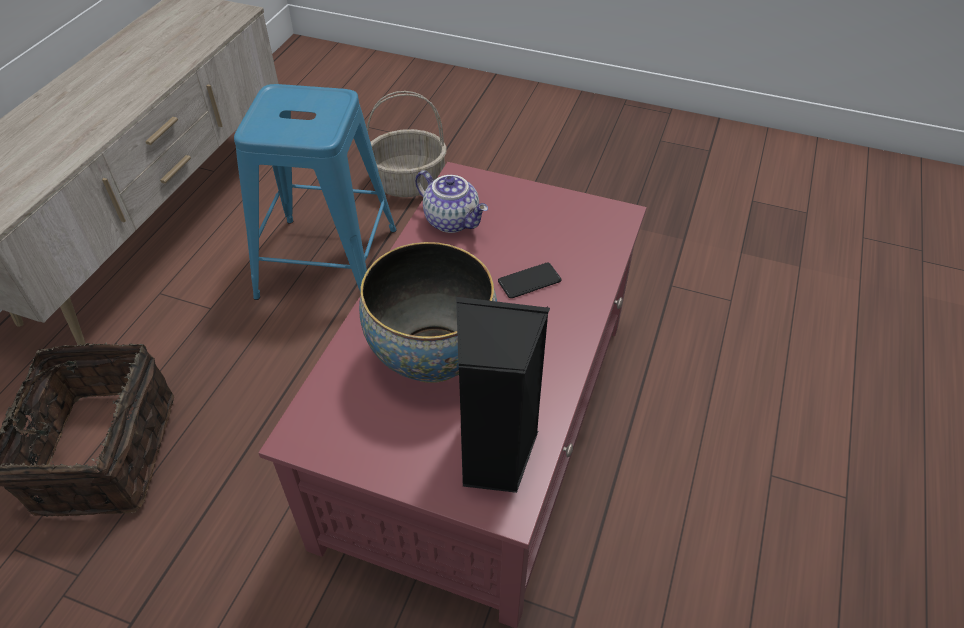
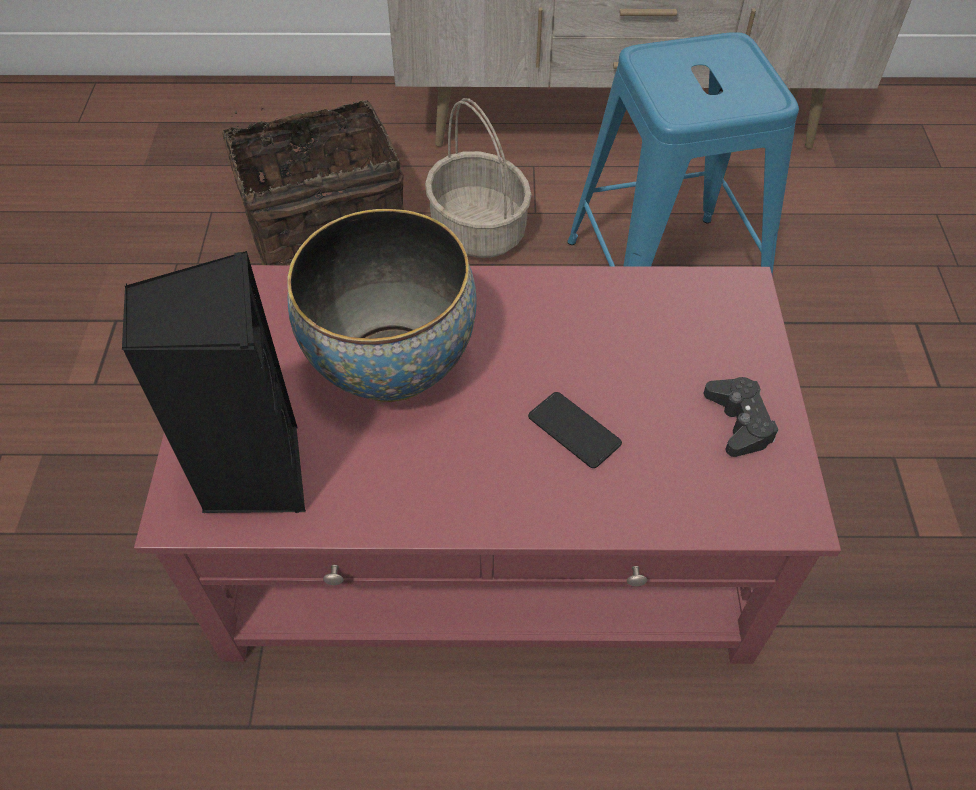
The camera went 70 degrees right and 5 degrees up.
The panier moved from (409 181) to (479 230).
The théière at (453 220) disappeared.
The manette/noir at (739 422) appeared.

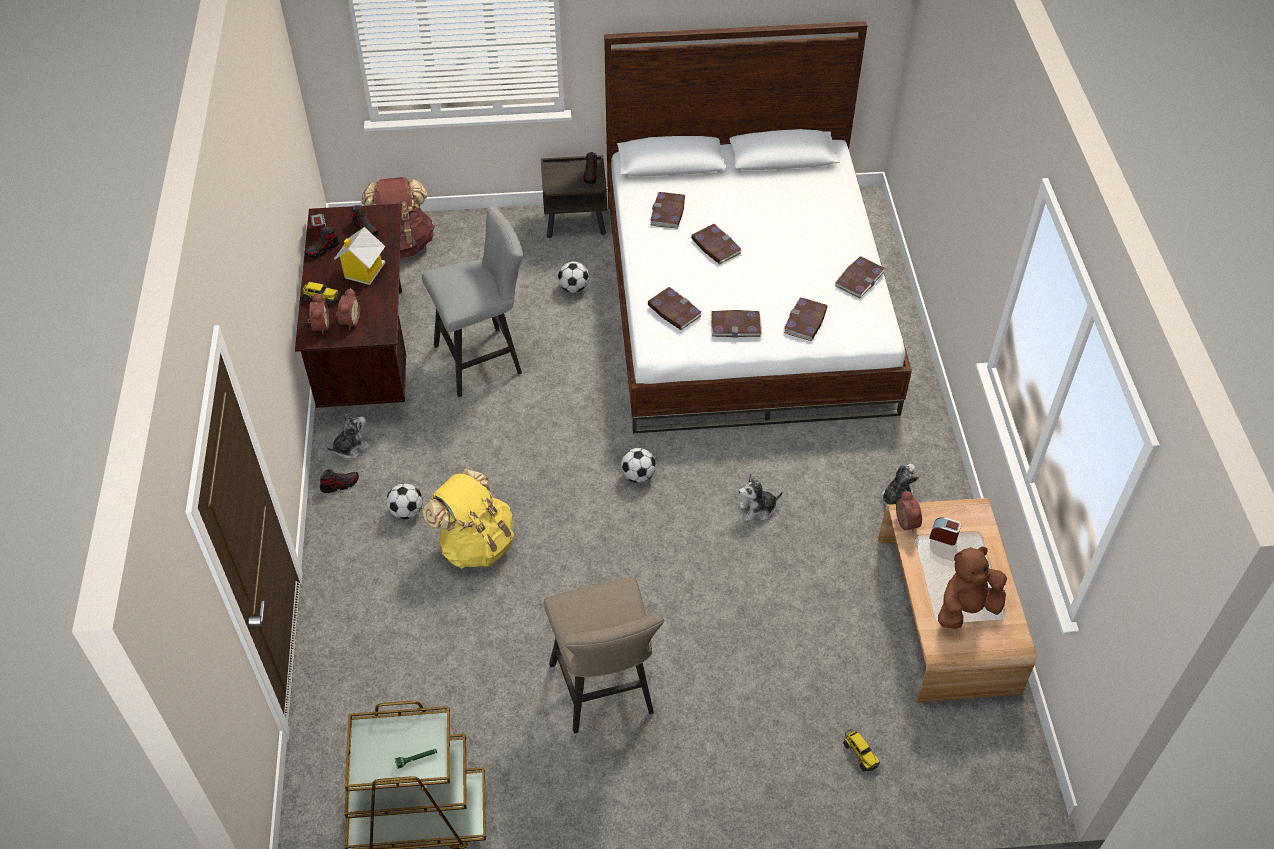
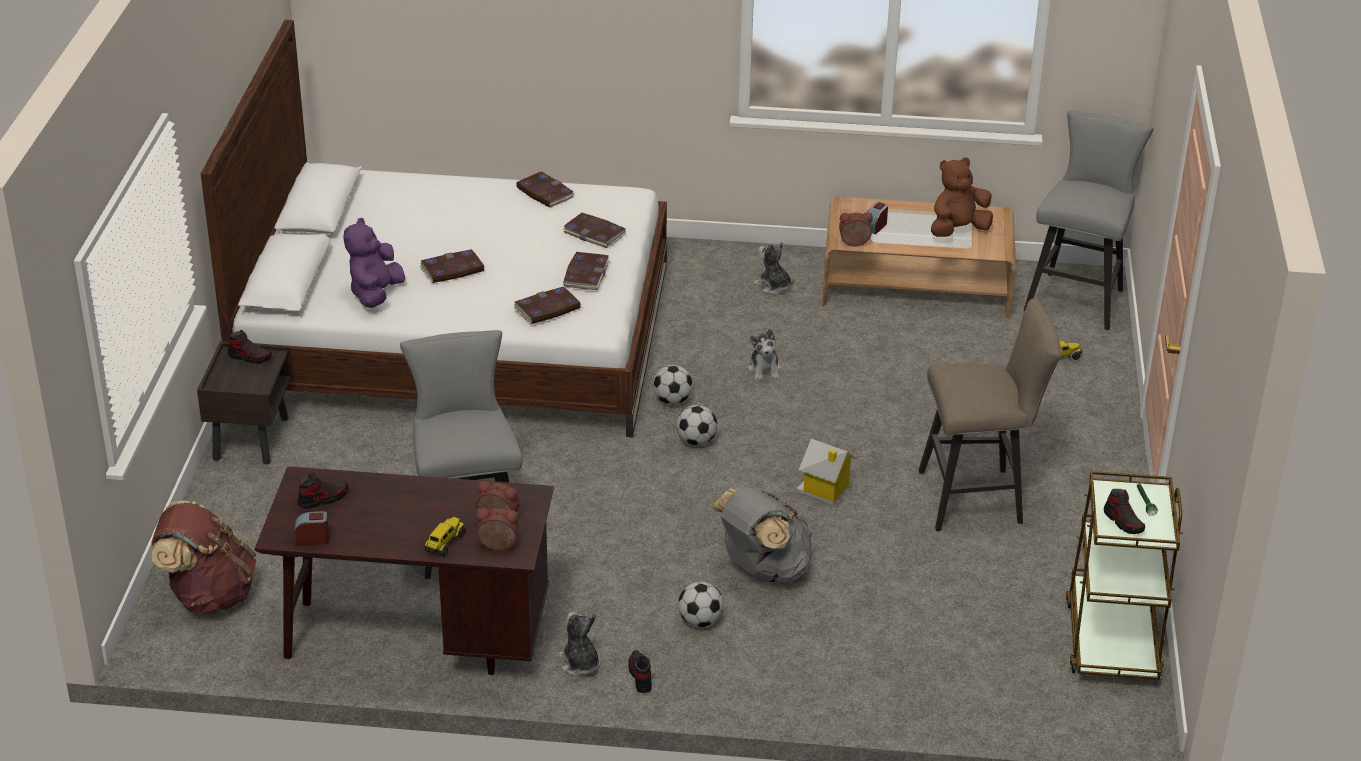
The camera went 80 degrees left and 15 degrees down.
The livre at (668 212) was replaced by the peluche/violet at (375 294).
The chaussure moved from (322 249) to (1123 522).
The maison miniature moved from (363 271) to (824 490).
The ballon de foot moved from (574 288) to (672 400).
The sac à dos/jaune at (476 544) became the sac à dos/gris at (763 569).
The peluche/marron at (966 608) turned 75 degrees clockwise.
The tabouret/gris at (1078 297) appeared.

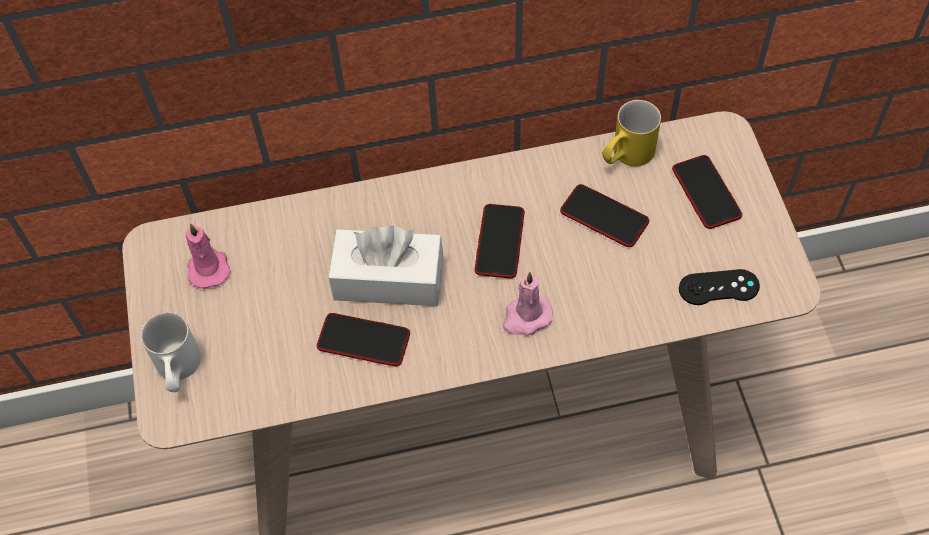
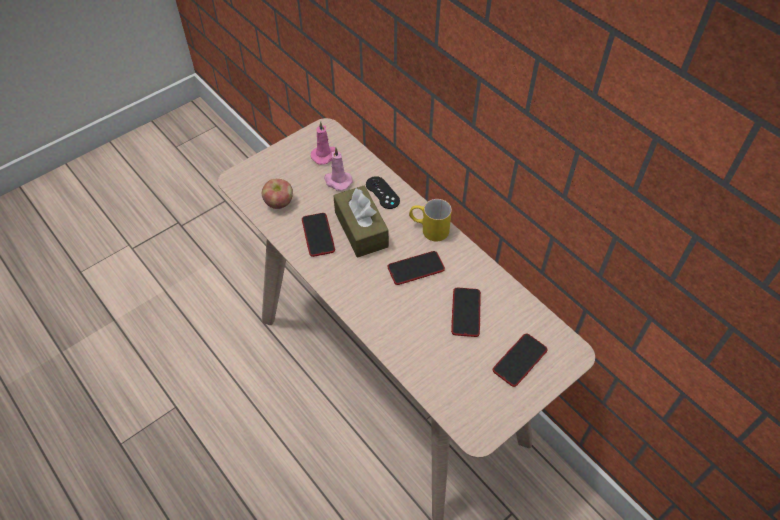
The camera went 60 degrees right and 5 degrees down.
The mug/jaune moved from (626 156) to (428 229).
The boîte à mouchoirs/blanc at (388 279) became the boîte à mouchoirs/marron at (361 229).
The manette/noir moved from (719 287) to (382 193).
The bougie/rose moved from (526 317) to (337 181).
The mug/blanc at (178 371) disappeared.
The pomme at (279 203) appeared.

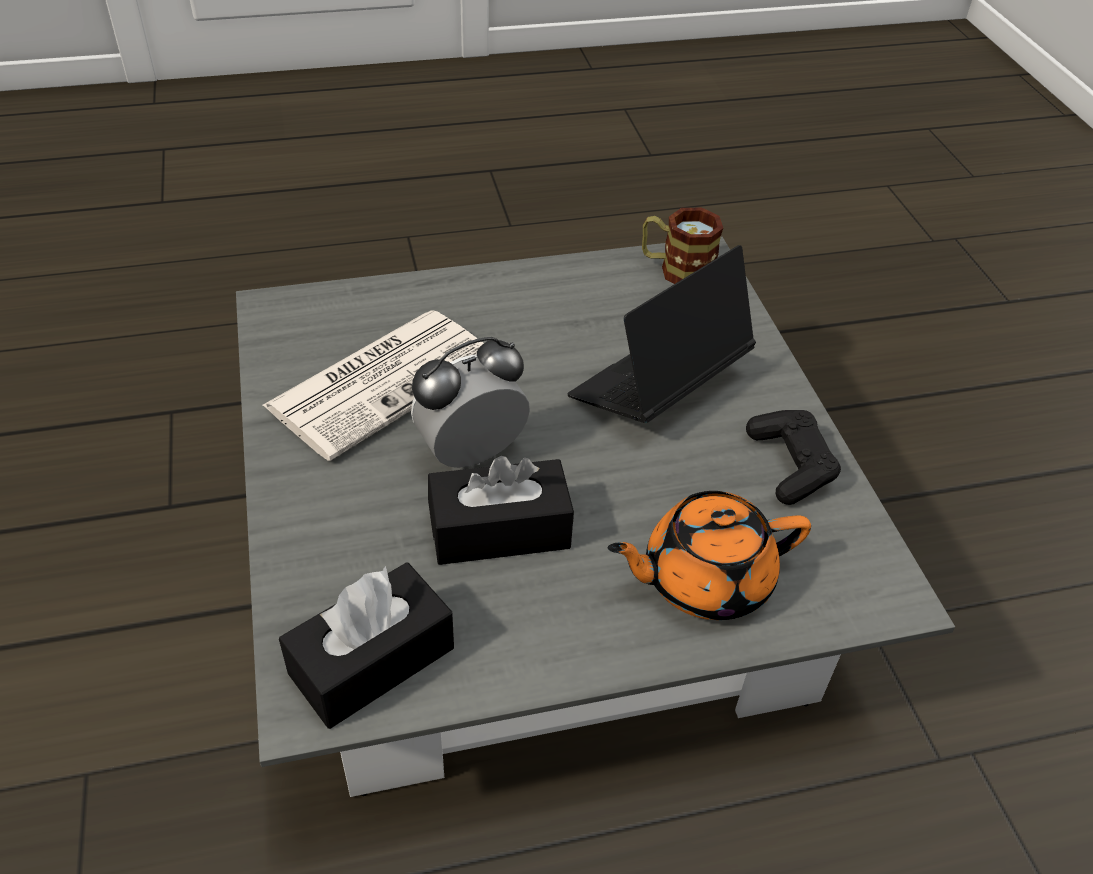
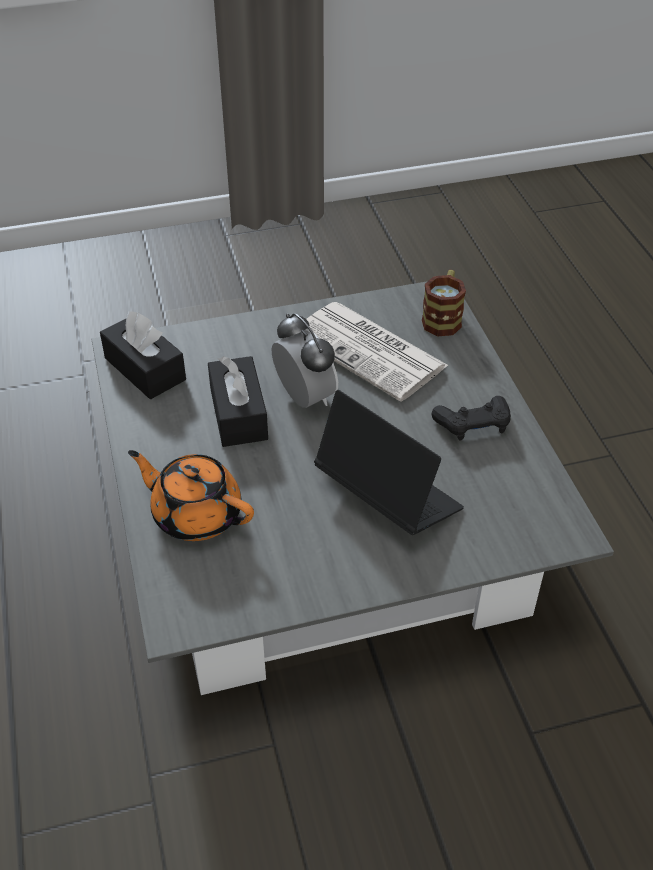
The camera went 90 degrees right and 0 degrees up.
The mug moved from (676 269) to (443 318).
The manette/noir moved from (790 465) to (473 425).
The théière/orange at (704 579) turned 45 degrees counterclockwise.

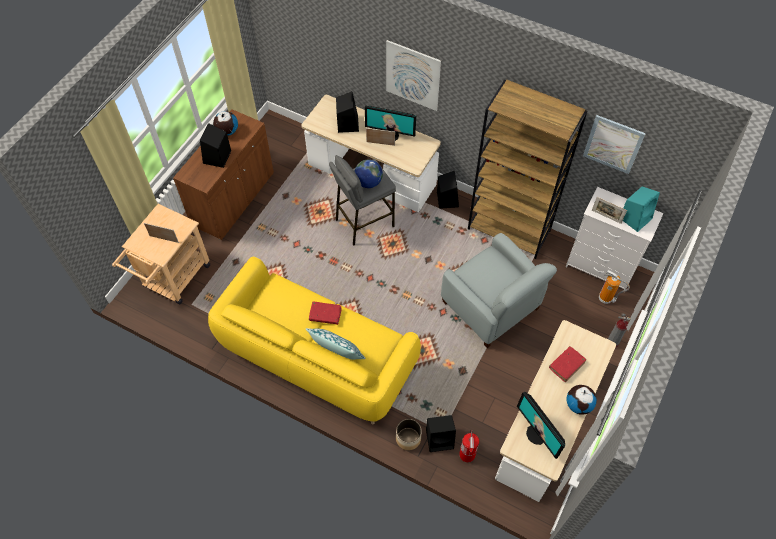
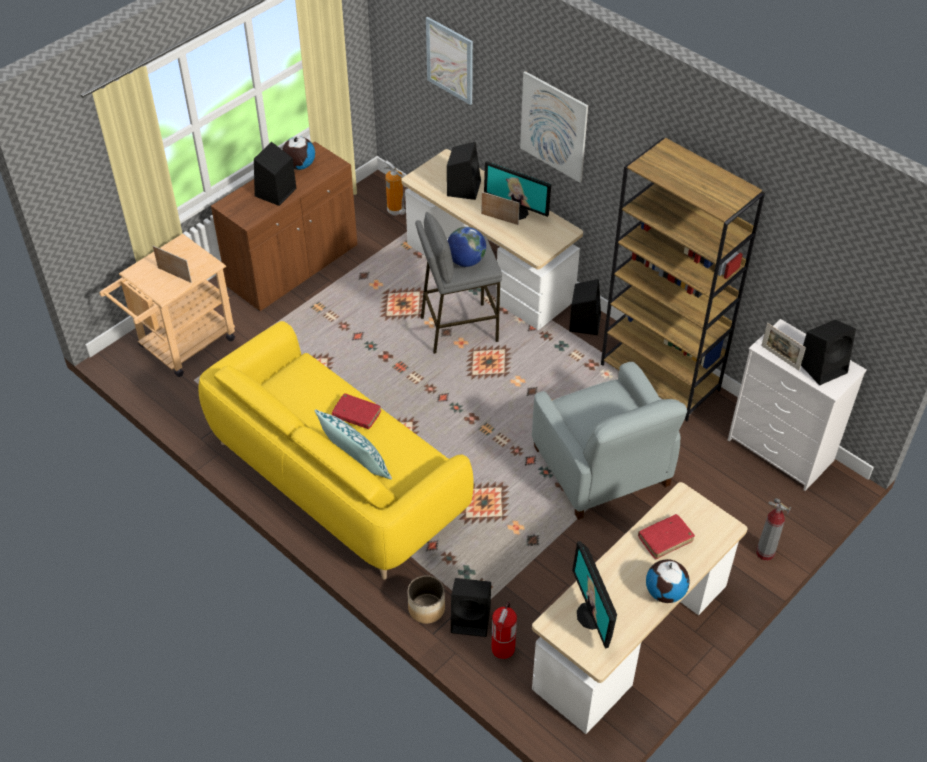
The camera went 15 degrees right and 10 degrees down.
The tableau moved from (613 144) to (450 60).
The enceinte/turquoise at (635 217) became the enceinte/noir at (823 367).
The extincteur moved from (606 299) to (396 211).

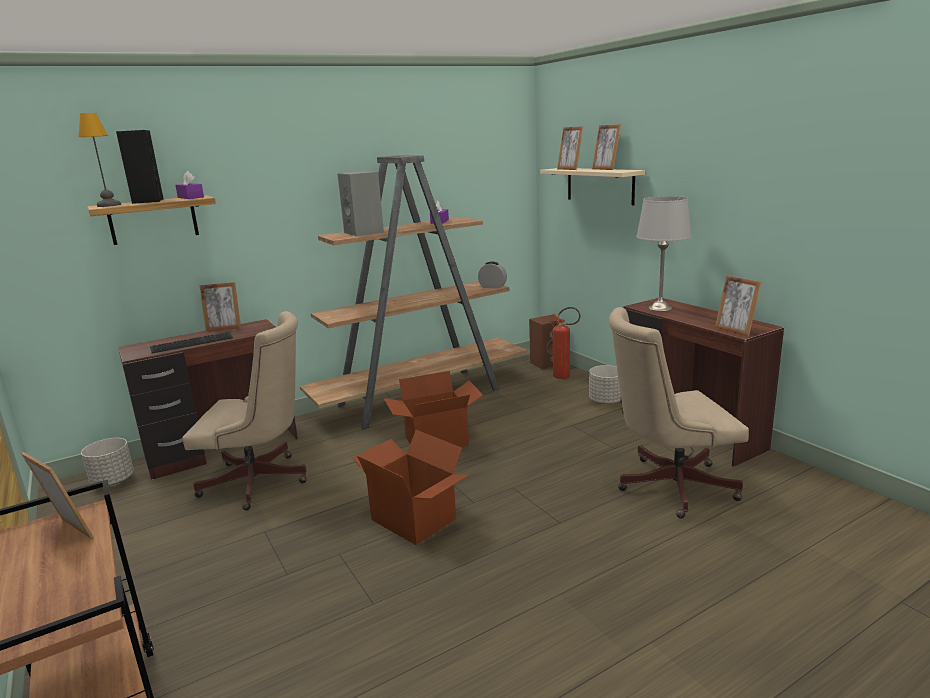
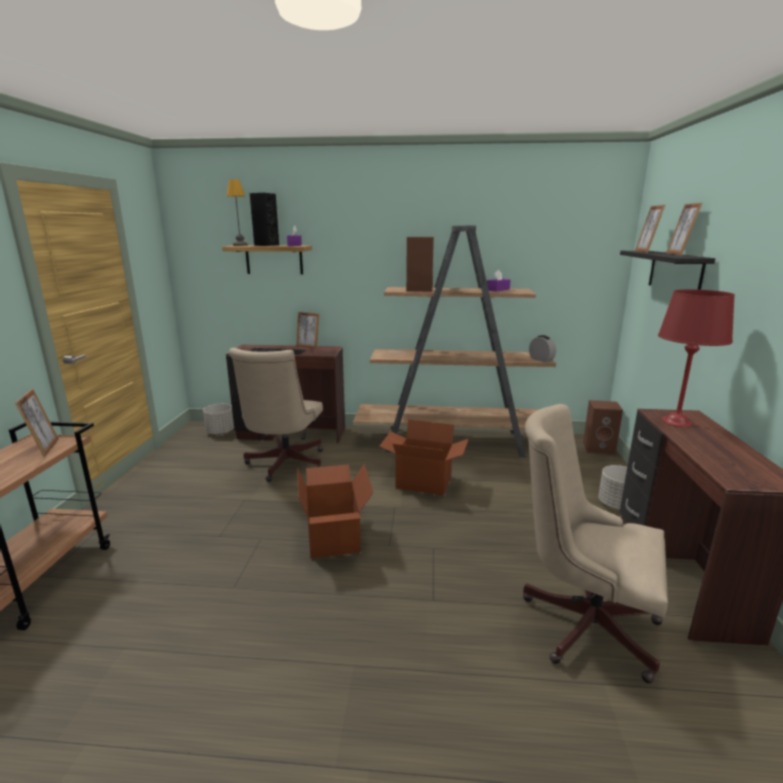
The camera went 35 degrees right and 0 degrees up.
The étagère/beige at (599 185) became the étagère/noir at (675 272).
The enceinte/gris at (365 232) became the enceinte/marron at (420 289).
The lampe de table/gris at (659 308) became the lampe de table/rouge at (676 421).
The cadre photo at (735 330) disappeared.
The extincteur at (565 377) disappeared.
The chaise de bureau/beige at (261 482) turned 60 degrees clockwise.

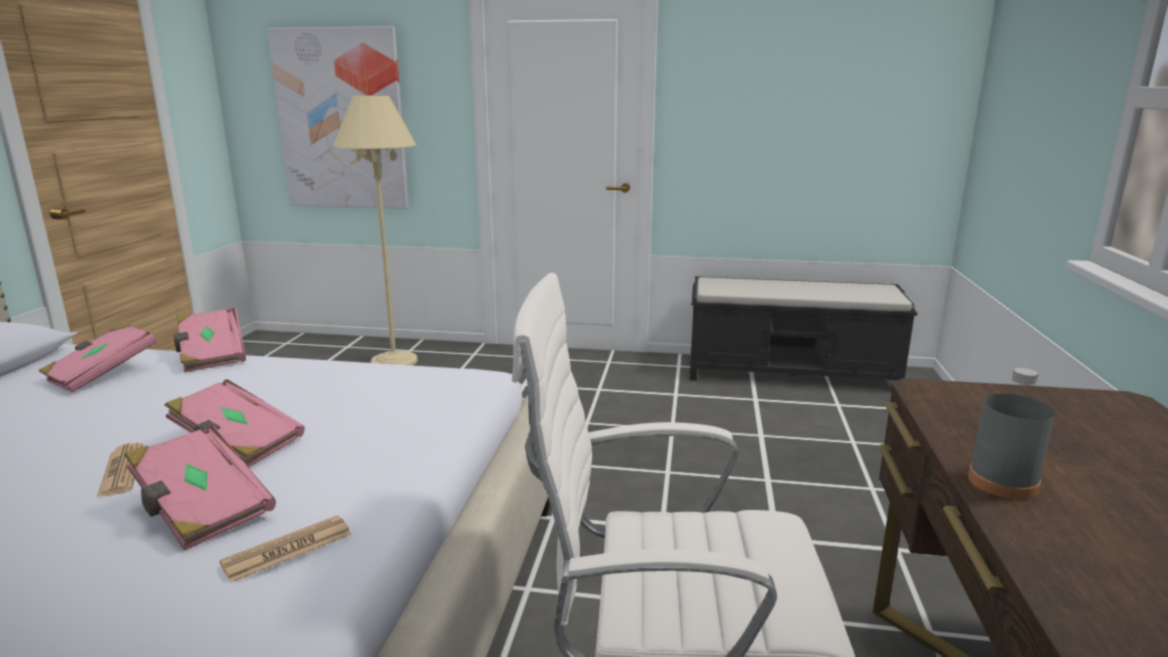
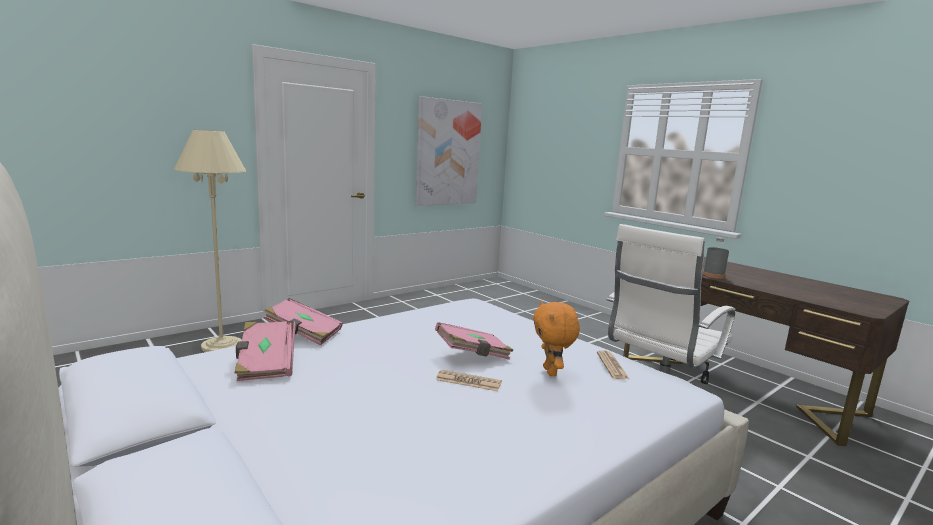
The camera went 50 degrees left and 5 degrees down.
The tableau moved from (342 120) to (447 153).
The banc/noir at (791 373) disappeared.
The livre/rose at (201 509) was replaced by the peluche/orange at (551 372).

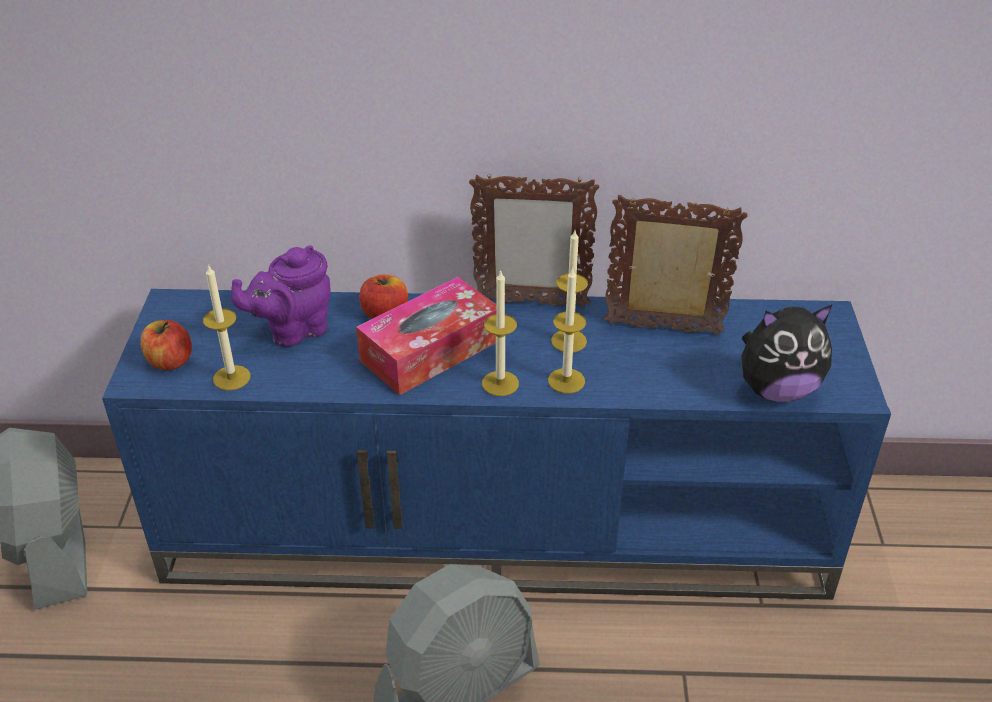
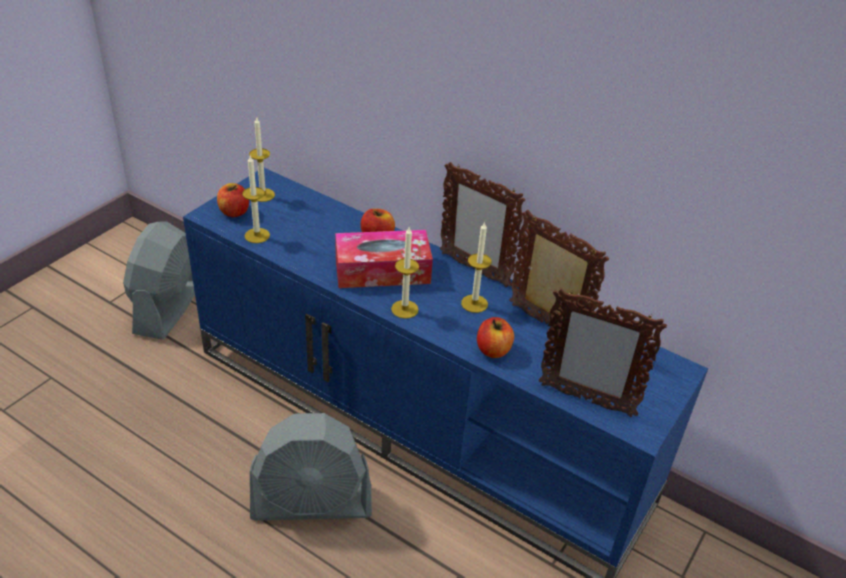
The camera went 30 degrees right and 0 degrees up.
The théière/violet at (293 330) disappeared.
The bougie moved from (566 381) to (263 195).
The peluche at (777 389) was replaced by the cadre photo at (585 399).
The pomme at (493 350) appeared.

